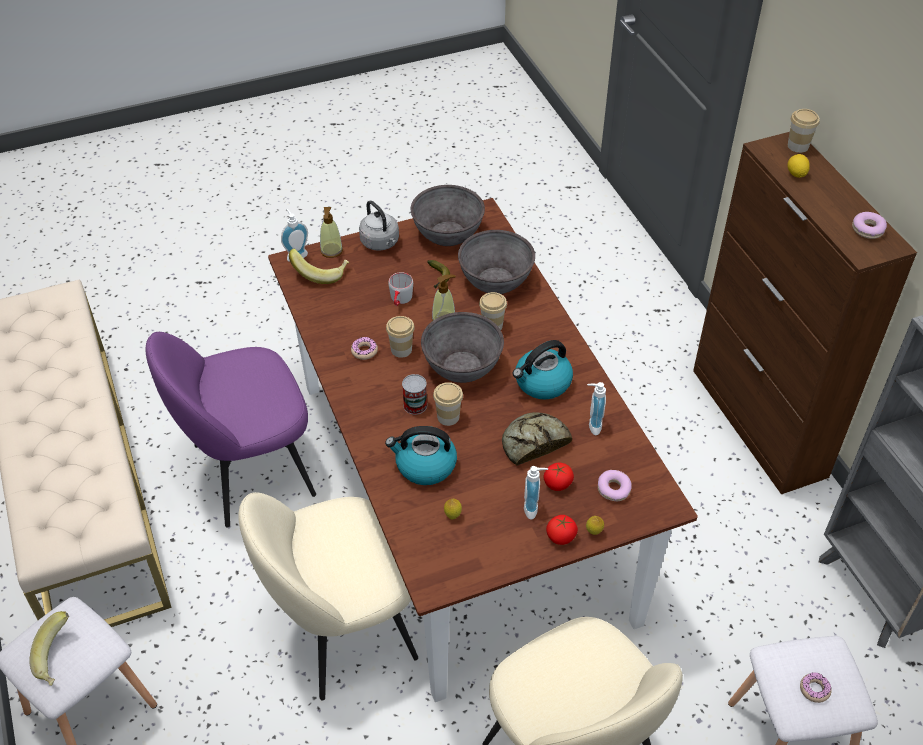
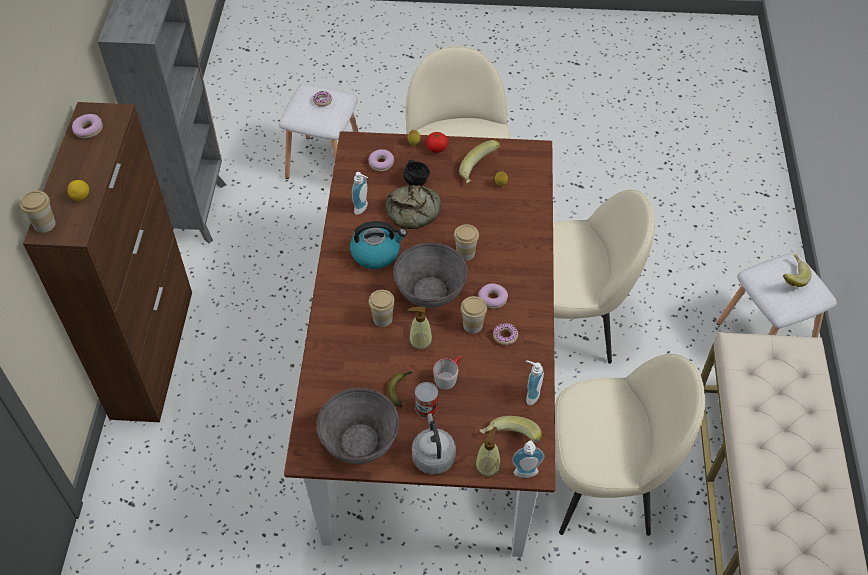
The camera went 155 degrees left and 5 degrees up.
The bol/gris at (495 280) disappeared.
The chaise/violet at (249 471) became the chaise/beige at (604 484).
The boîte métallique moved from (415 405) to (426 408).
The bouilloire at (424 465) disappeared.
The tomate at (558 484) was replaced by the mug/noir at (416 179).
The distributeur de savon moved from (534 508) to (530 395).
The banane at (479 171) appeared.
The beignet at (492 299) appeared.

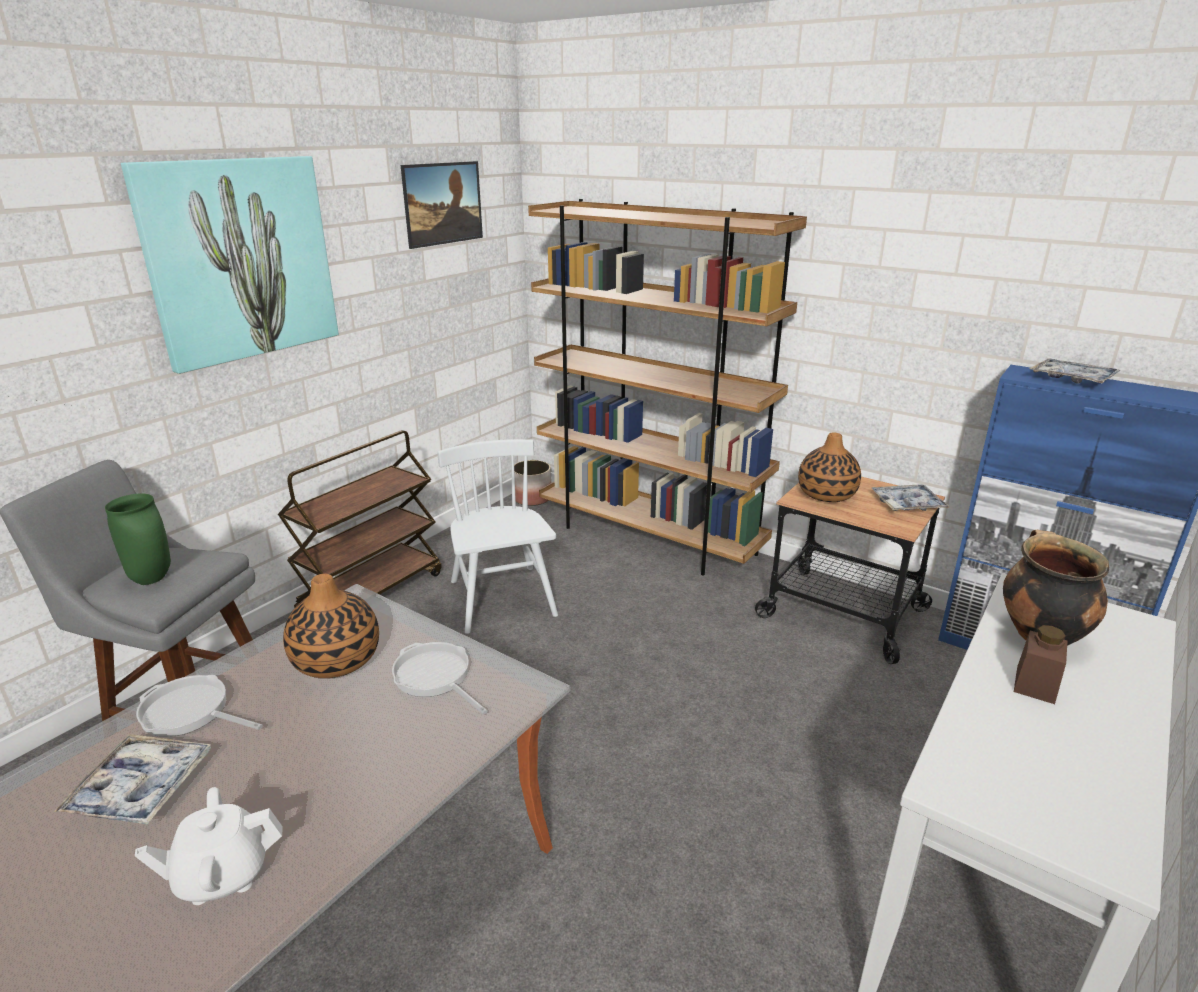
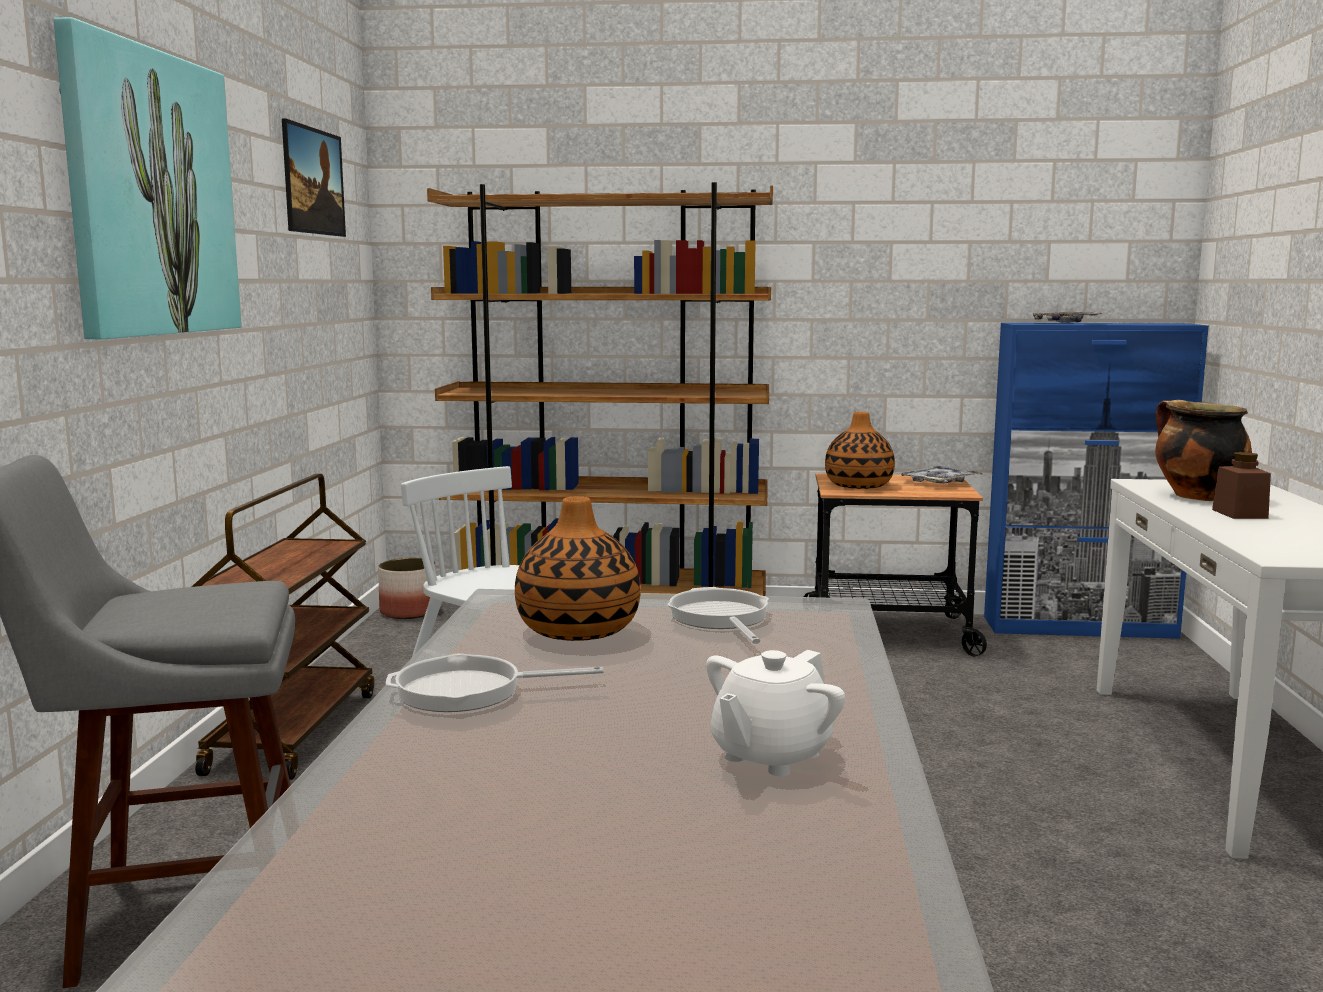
The camera went 30 degrees left and 15 degrees down.
The vase/vert at (153 578) disappeared.
The poêle at (435 677) turned 60 degrees clockwise.
The plateau at (141 788) disappeared.

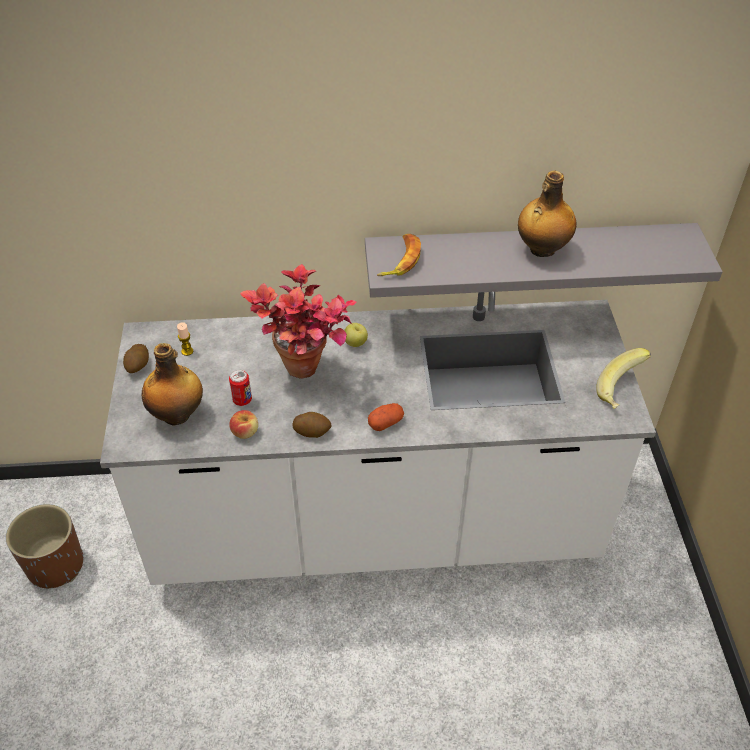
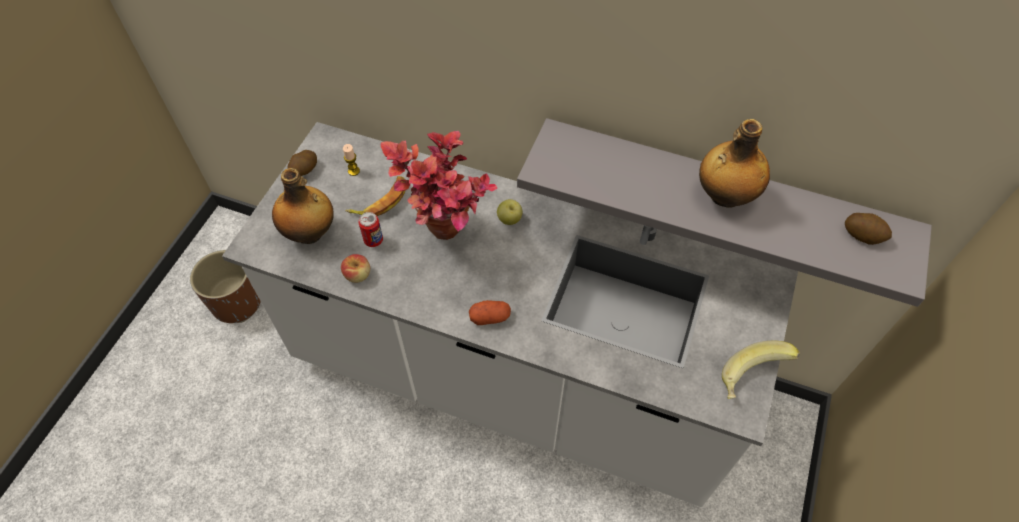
The camera went 25 degrees right and 10 degrees up.
The banane moved from (400 260) to (381 201).
The pomme de terre moved from (312 431) to (863 235).

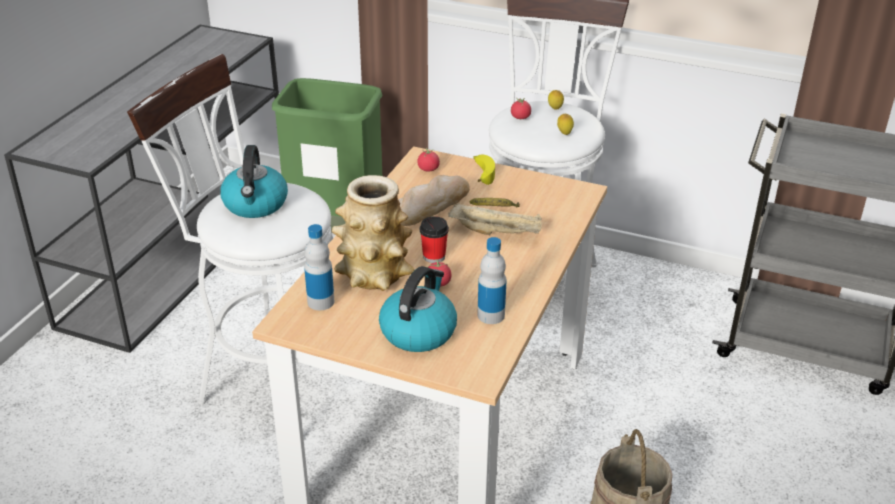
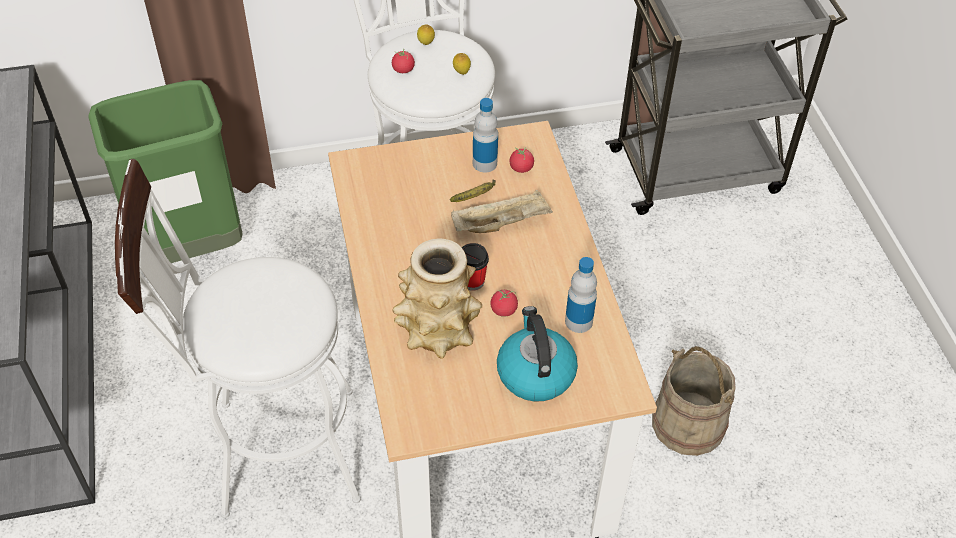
The camera went 35 degrees left and 15 degrees up.
The bouilloire at (256 205) disappeared.
The tomate moved from (428 169) to (521 168).
The banane at (482 173) disappeared.
The pain at (429 204) disappeared.
The bouteille moved from (321 302) to (484 163).

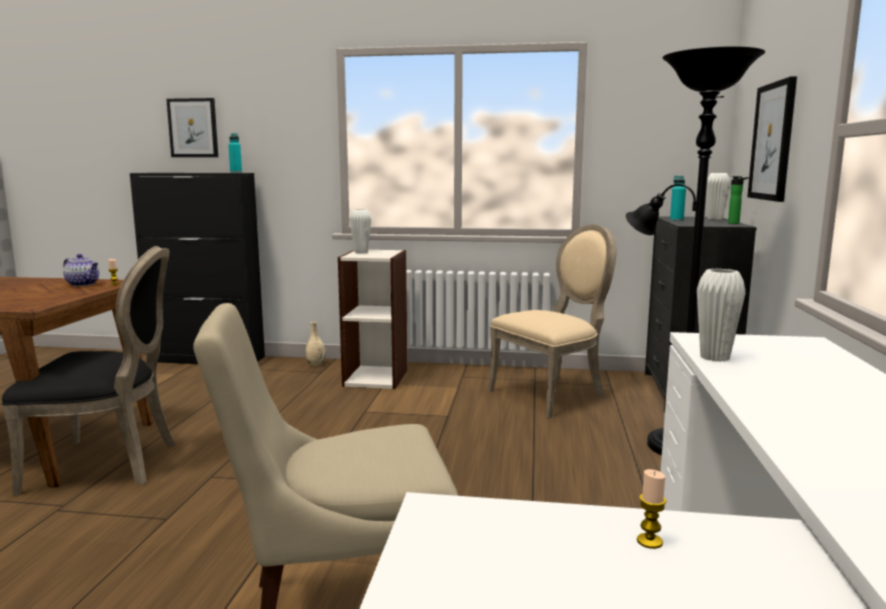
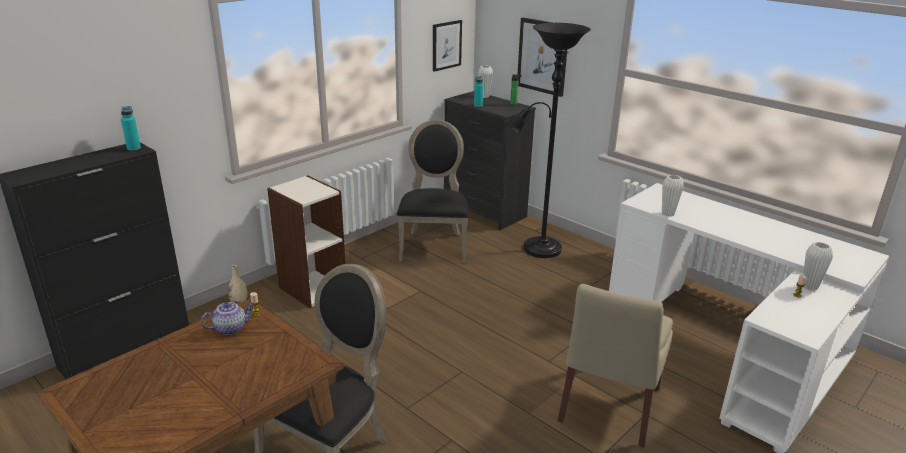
The camera went 55 degrees left and 15 degrees up.
The tableau moved from (193 128) to (446 45).
The vase/blanc moved from (361 252) to (809 286).
The chaise/beige at (552 394) became the chaise/noir at (434 245).

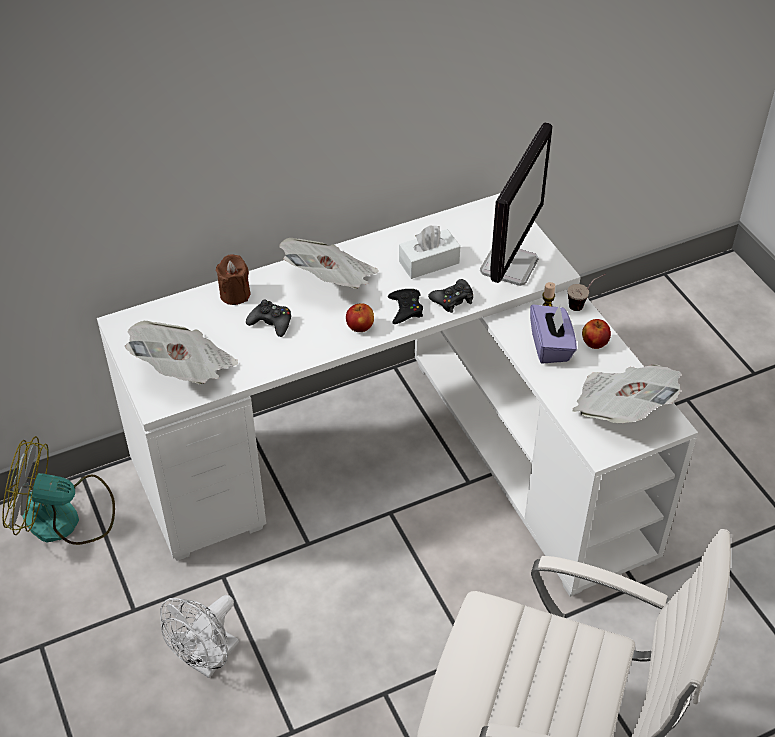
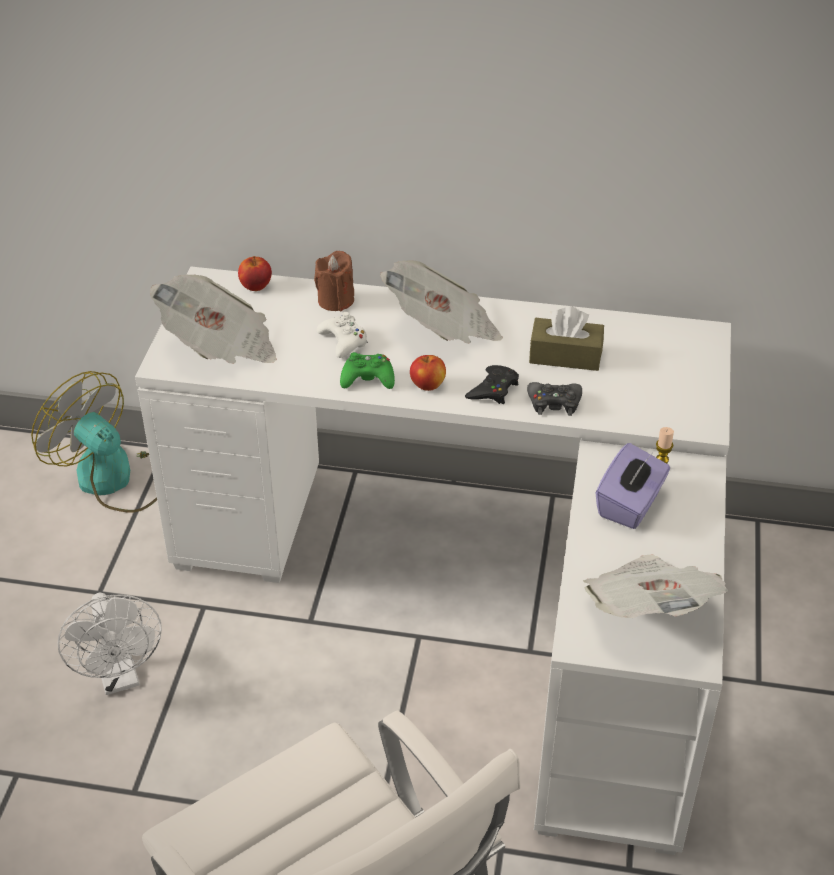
The camera went 35 degrees right and 5 degrees down.
The écran d'ordinateur at (509 265) disappeared.
The boîte à mouchoirs/blanc at (429 262) became the boîte à mouchoirs/marron at (565 356).
The tasse at (584 304) disappeared.
The manette/noir at (271 323) became the manette/blanc at (344 341).
The pomme moved from (594 343) to (255 286).
The ventilateur/blanc at (208 661) turned 90 degrees counterclockwise.
The manette/vert at (368 378) appeared.

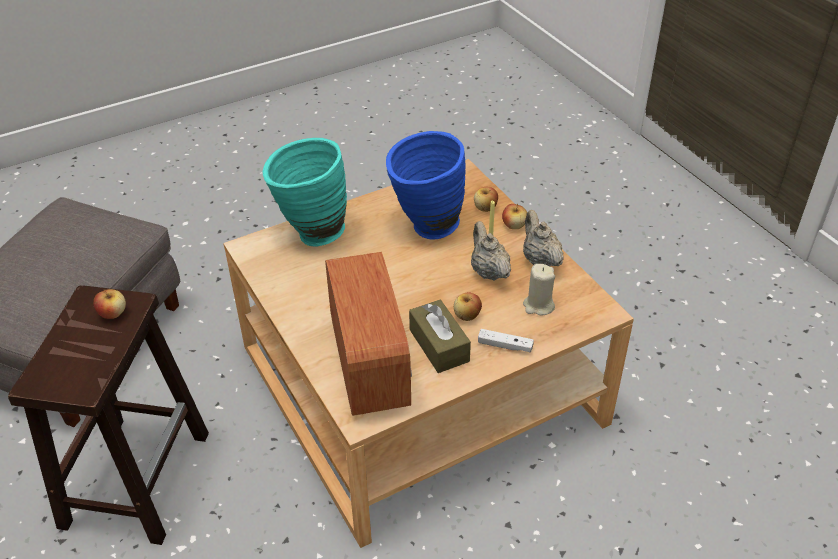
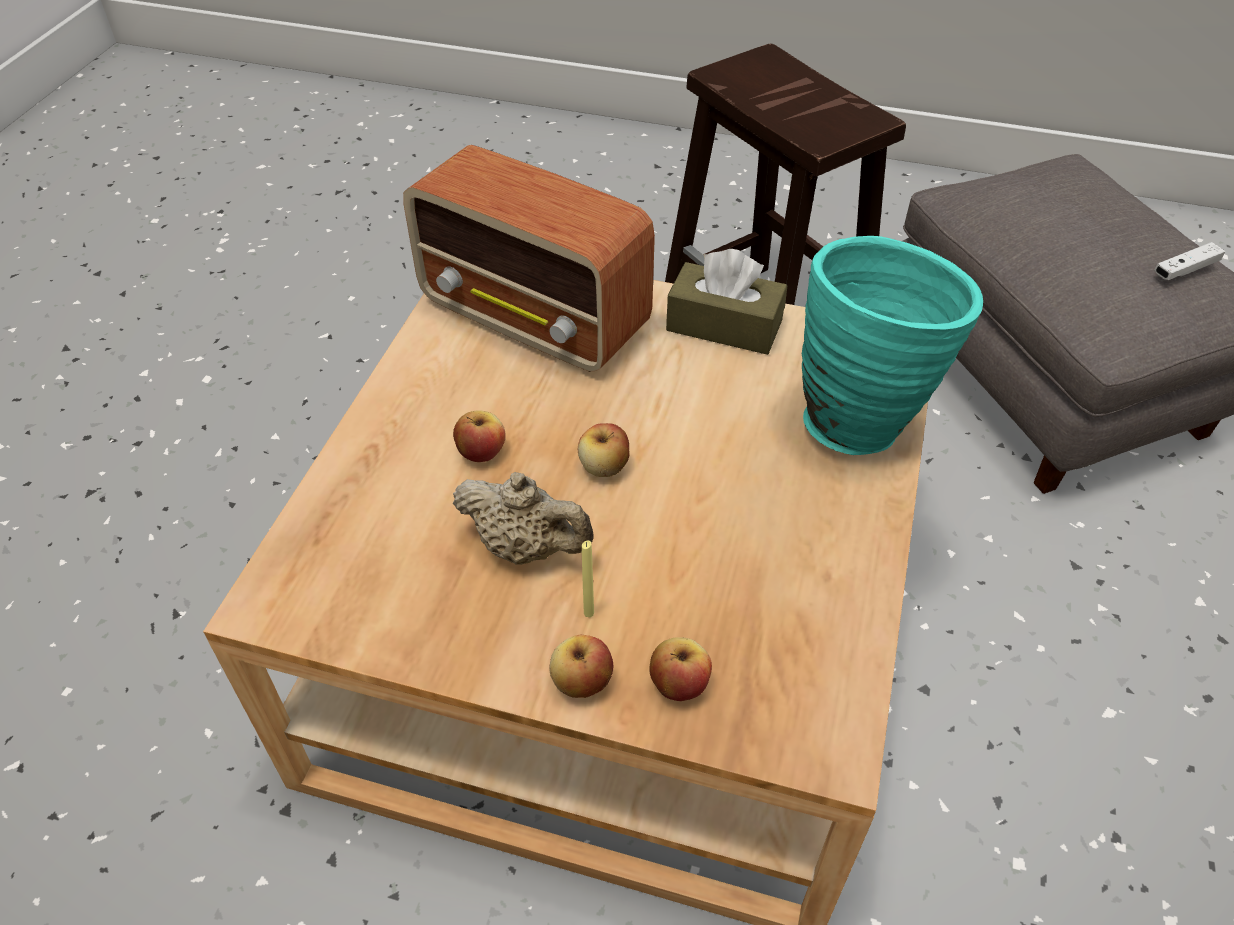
The camera went 135 degrees right and 5 degrees up.
The vase/bleu at (425 228) disappeared.
The théière/beige at (539 259) disappeared.
The bougie/beige at (538 306) disappeared.
The pomme moved from (113 313) to (604 467).
The boîte à mouchoirs/marron moved from (439 345) to (724 325).
The manette/blanc moved from (505 345) to (1185 270).

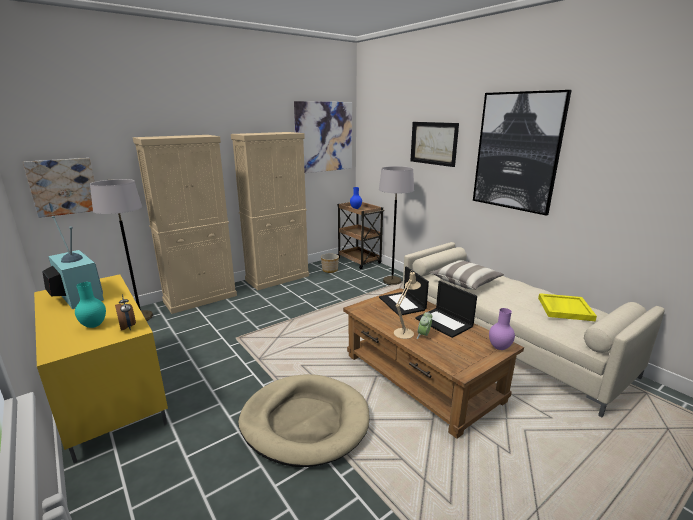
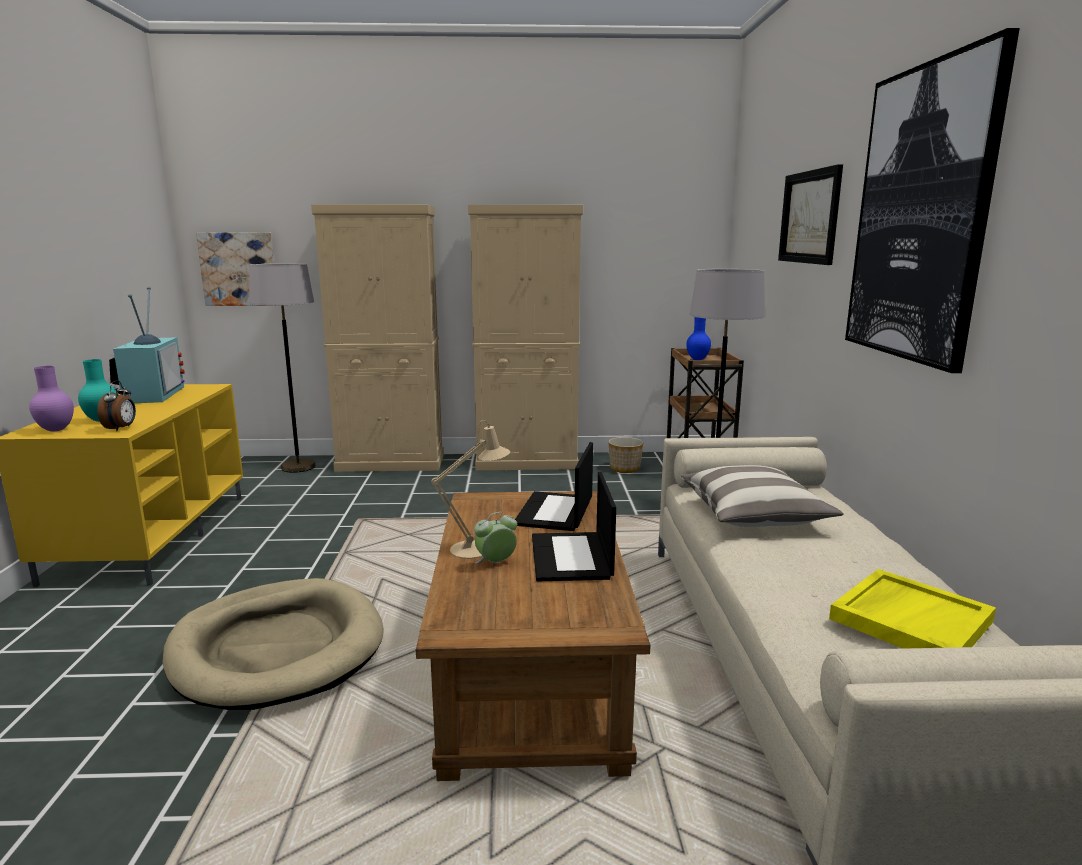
The camera went 35 degrees right and 5 degrees down.
The tableau at (324 137) disappeared.
The vase/violet moved from (499 348) to (56 430).

